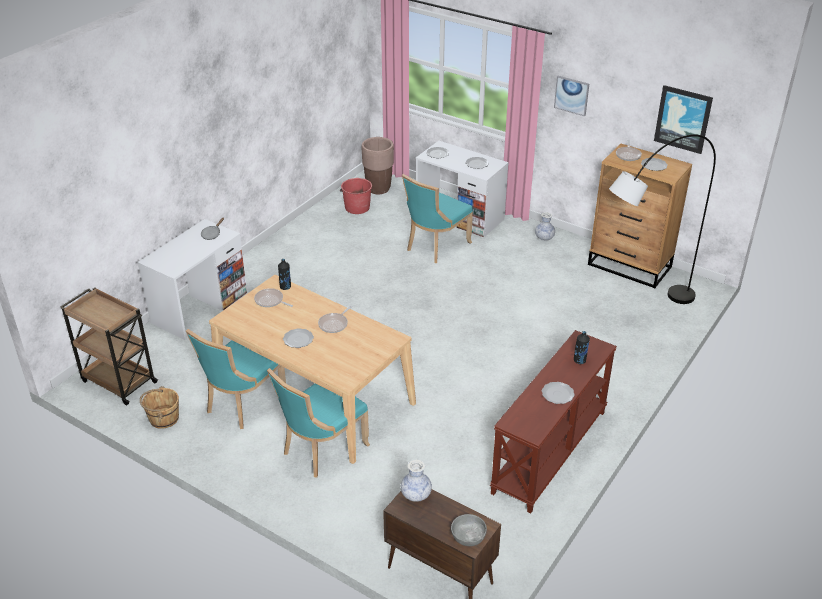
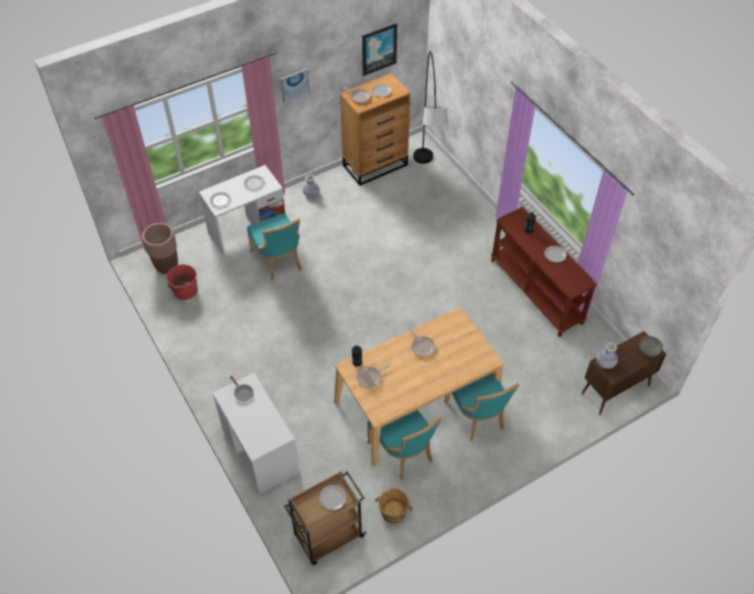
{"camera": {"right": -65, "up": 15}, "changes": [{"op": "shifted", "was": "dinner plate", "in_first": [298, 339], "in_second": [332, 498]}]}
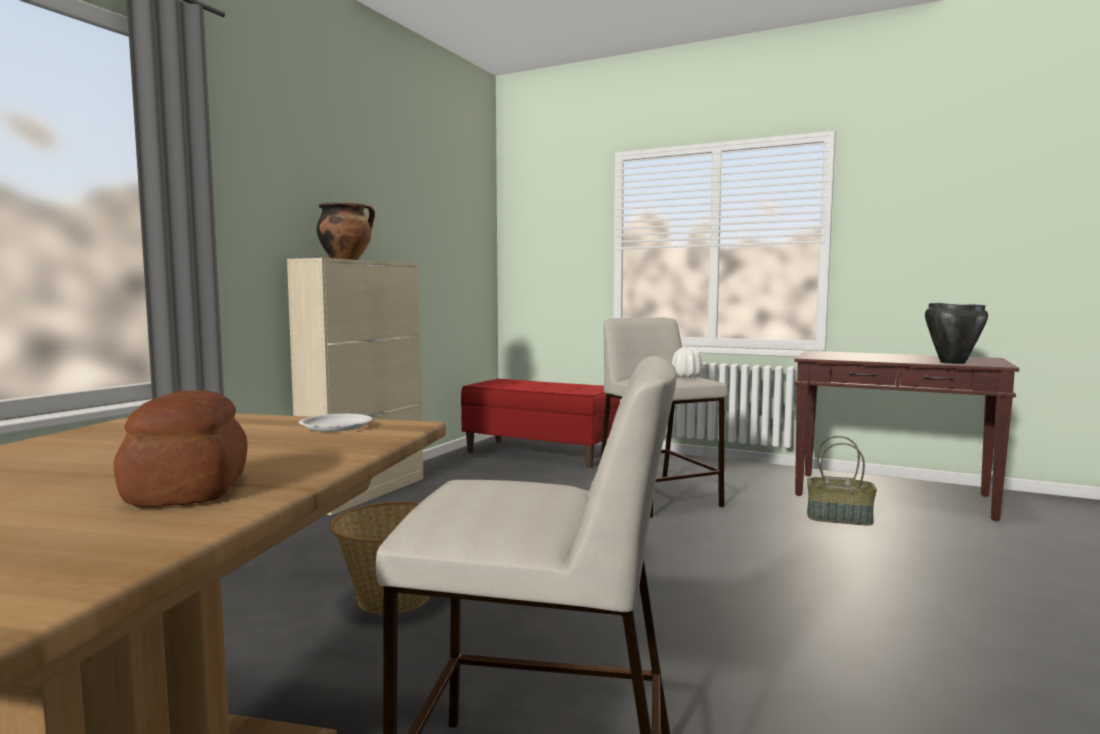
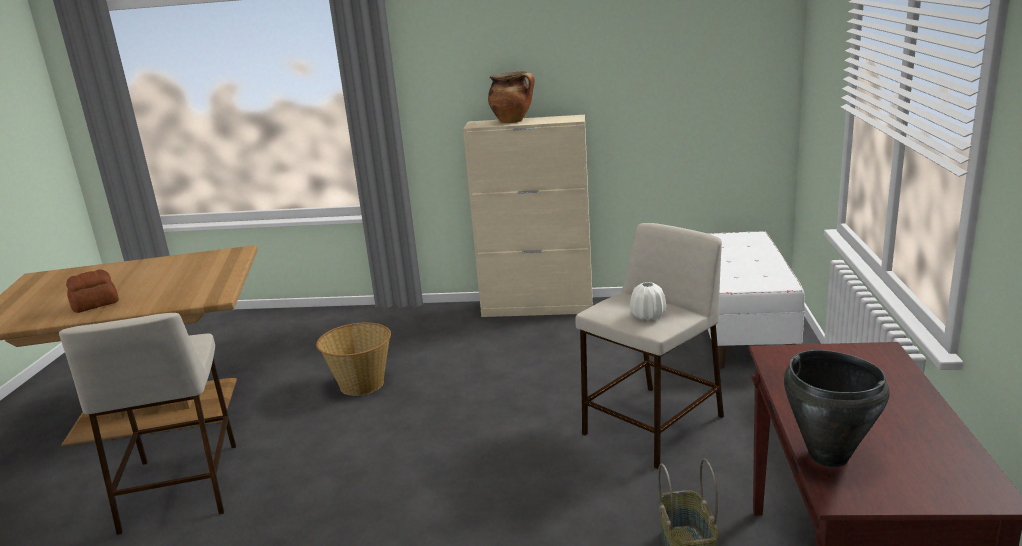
{"camera": {"right": 70, "up": 15}, "changes": [{"op": "repainted", "was": "indoor bench (reddish)", "now": "indoor bench (white)", "in_first": [540, 453], "in_second": [741, 330]}, {"op": "gone", "was": "dinner plate (white)", "in_first": [336, 426]}]}
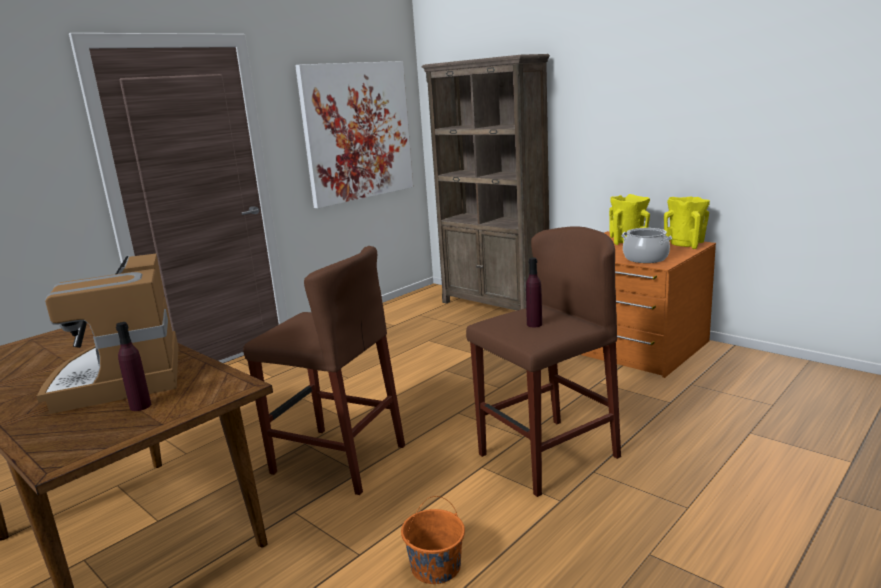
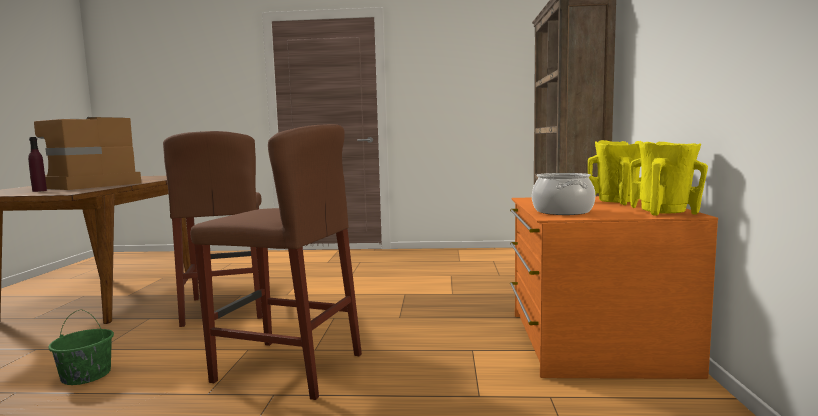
{"camera": {"right": 50, "up": -10}, "changes": [{"op": "gone", "was": "wall art", "in_first": [357, 132]}, {"op": "gone", "was": "beverage bottle (purple)", "in_first": [534, 324]}, {"op": "repainted", "was": "water bucket (orange)", "now": "water bucket (greenish)", "in_first": [435, 567], "in_second": [86, 375]}]}
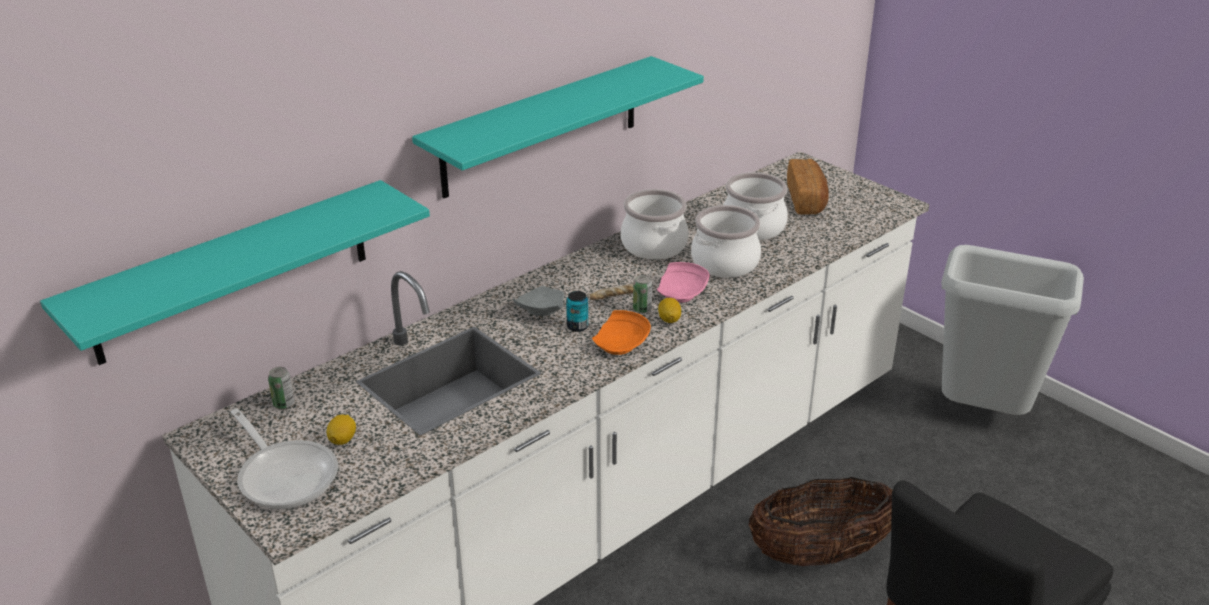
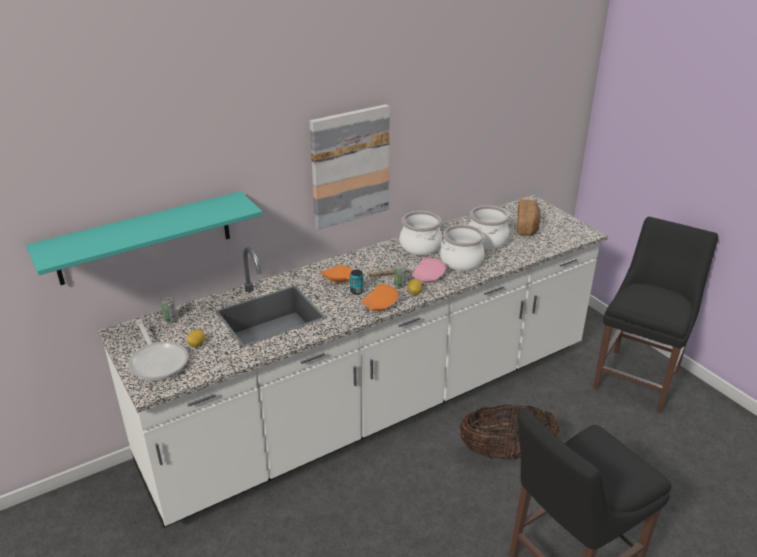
{"camera": {"right": 10, "up": 0}, "changes": [{"op": "swapped", "was": "wall shelf (turquoise-coloured)", "now": "wall art", "in_first": [541, 126], "in_second": [349, 166]}, {"op": "swapped", "was": "rubbish bin (gray)", "now": "plain chair (blackish)", "in_first": [983, 415], "in_second": [638, 377]}, {"op": "repainted", "was": "dinner plate (gray)", "now": "dinner plate (orange)", "in_first": [540, 310], "in_second": [337, 279]}]}
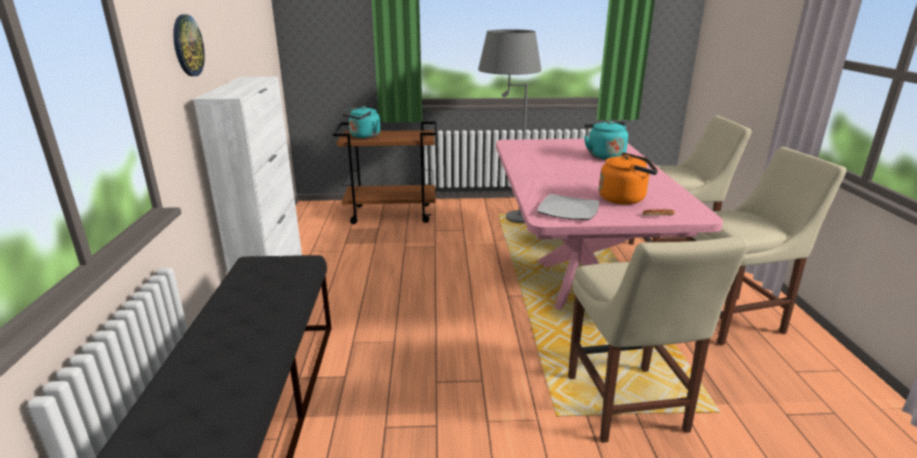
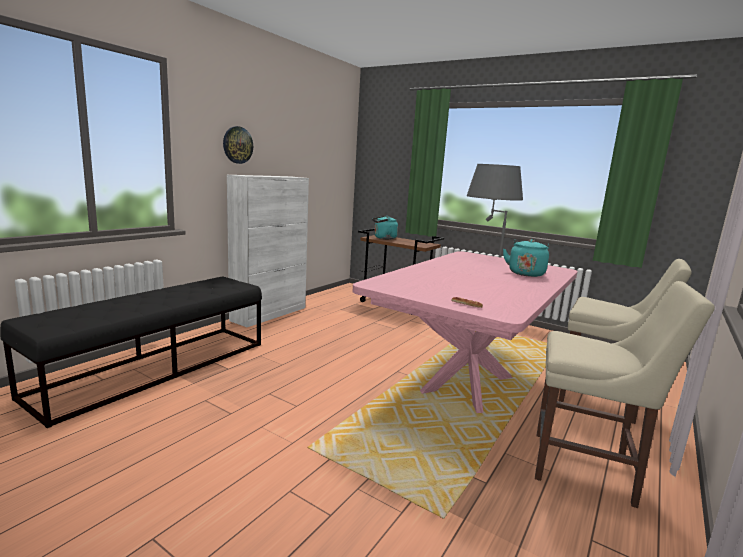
{"camera": {"right": 35, "up": -10}, "changes": [{"op": "gone", "was": "water kettle (orange)", "in_first": [624, 199]}, {"op": "gone", "was": "dinner plate", "in_first": [568, 210]}, {"op": "gone", "was": "plain chair (sand-coloured)", "in_first": [627, 407]}]}
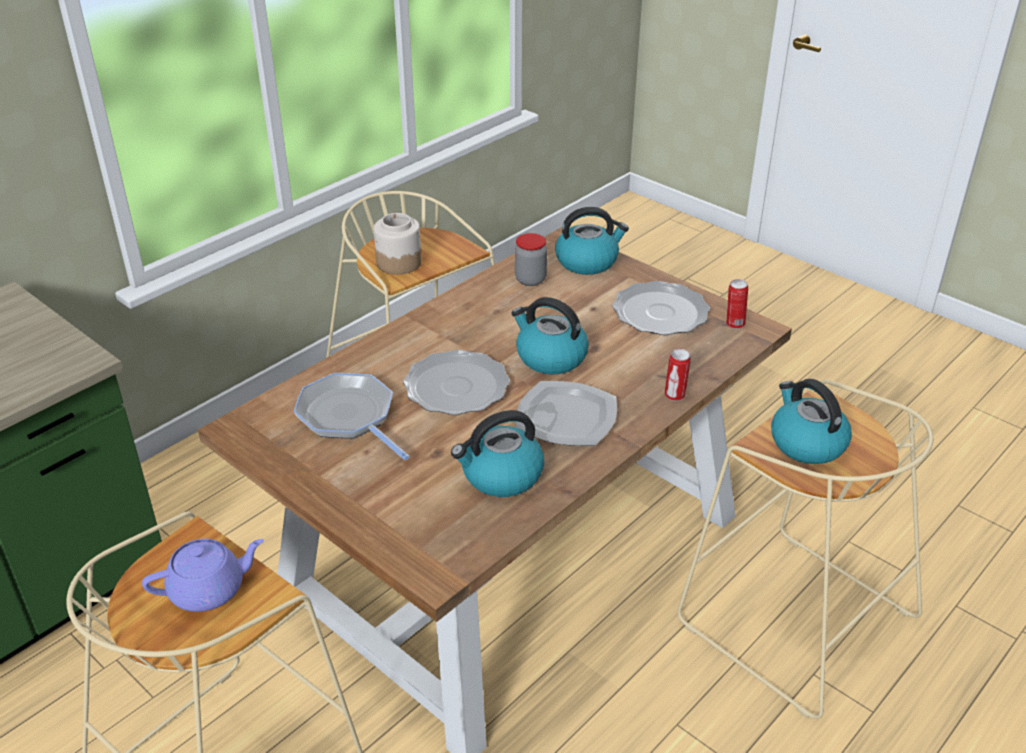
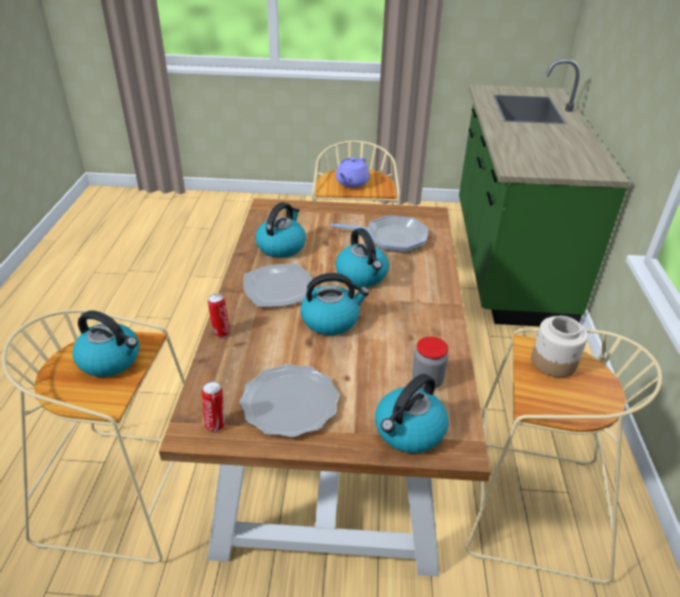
{"camera": {"right": 140, "up": 0}, "changes": [{"op": "swapped", "was": "dinner plate", "now": "water kettle", "in_first": [456, 387], "in_second": [362, 275]}]}
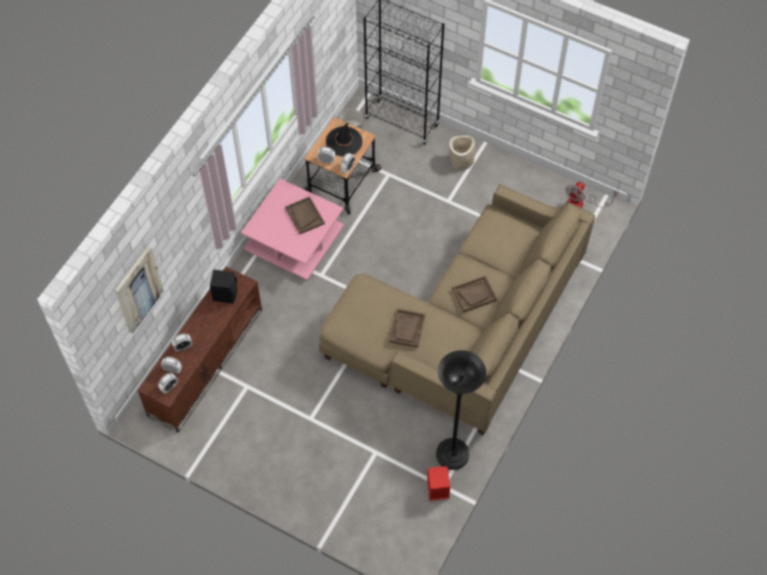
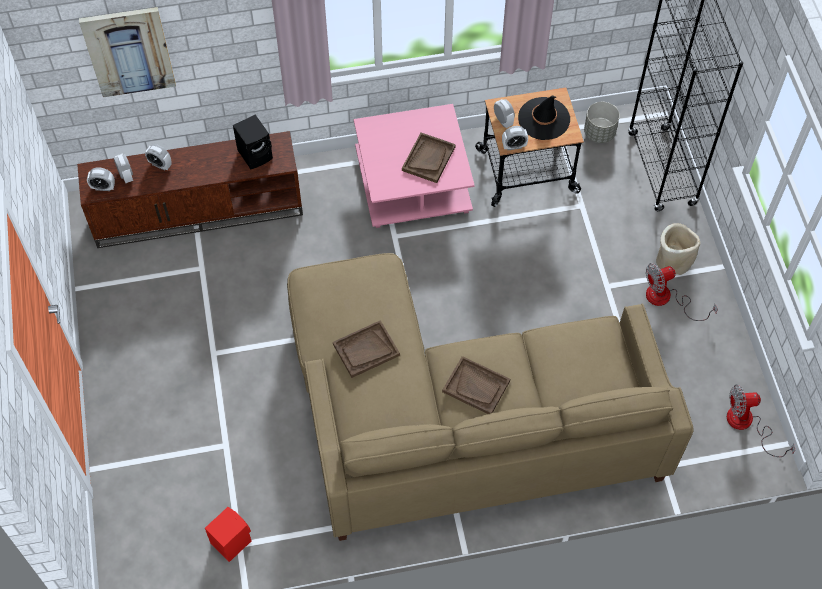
{"camera": {"right": 50, "up": 0}, "changes": [{"op": "gone", "was": "floor lamp (blackish)", "in_first": [452, 455]}, {"op": "new", "now": "fan", "in_second": [666, 299]}]}
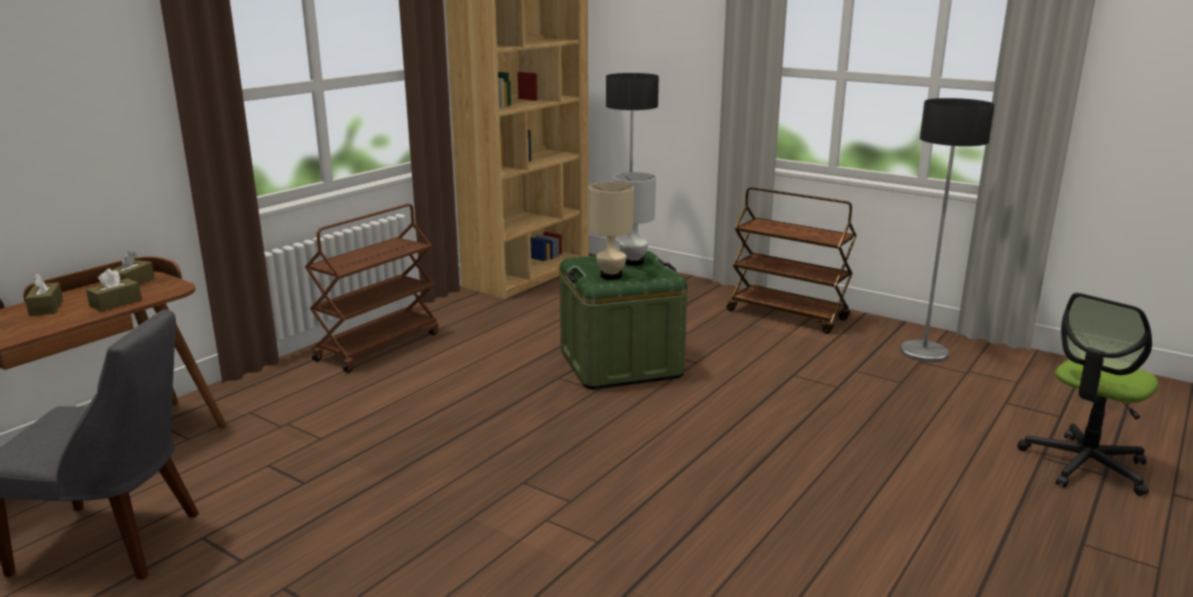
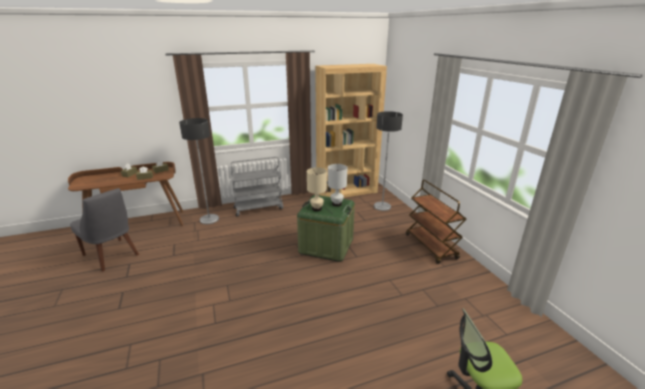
{"camera": {"right": 35, "up": 5}, "changes": [{"op": "shifted", "was": "floor lamp", "in_first": [924, 352], "in_second": [209, 219]}, {"op": "repainted", "was": "trolley (brown-coloured)", "now": "trolley (gray)", "in_first": [378, 346], "in_second": [259, 208]}]}
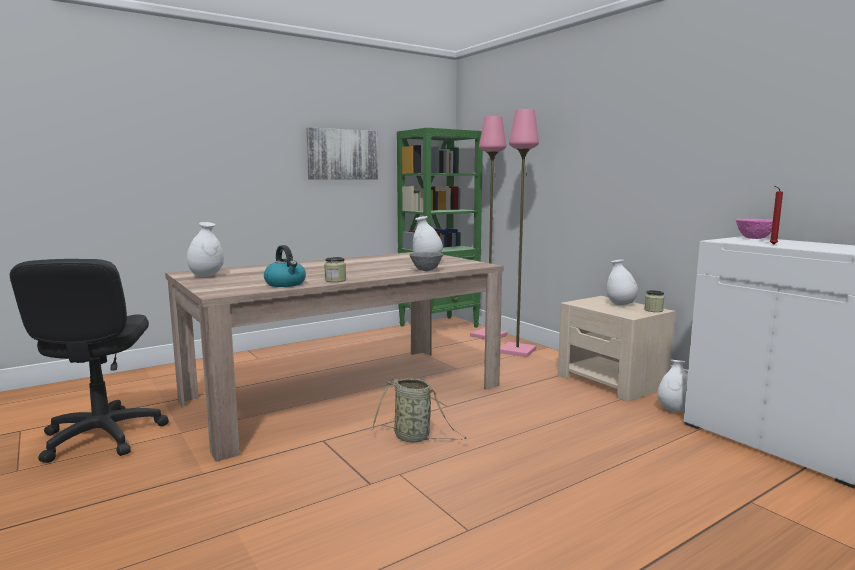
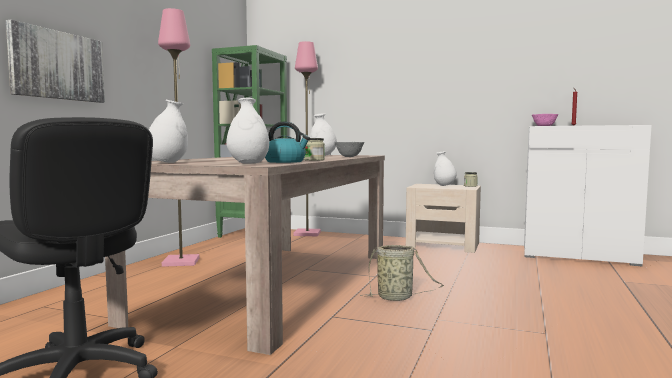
{"camera": {"right": -35, "up": -5}, "changes": [{"op": "shifted", "was": "floor lamp (pink-coloured)", "in_first": [518, 351], "in_second": [182, 262]}, {"op": "shifted", "was": "wall art", "in_first": [342, 154], "in_second": [57, 65]}, {"op": "shifted", "was": "vase (white)", "in_first": [674, 410], "in_second": [248, 163]}]}
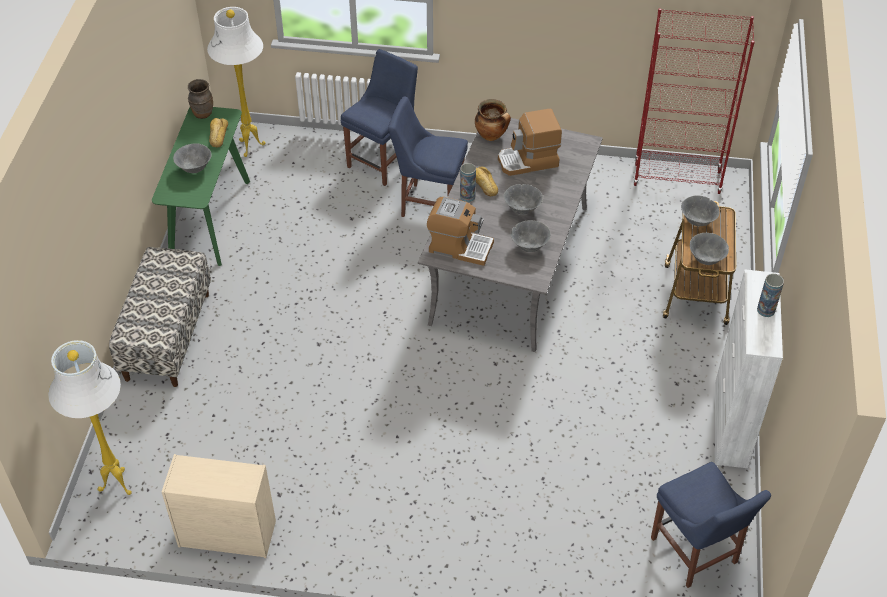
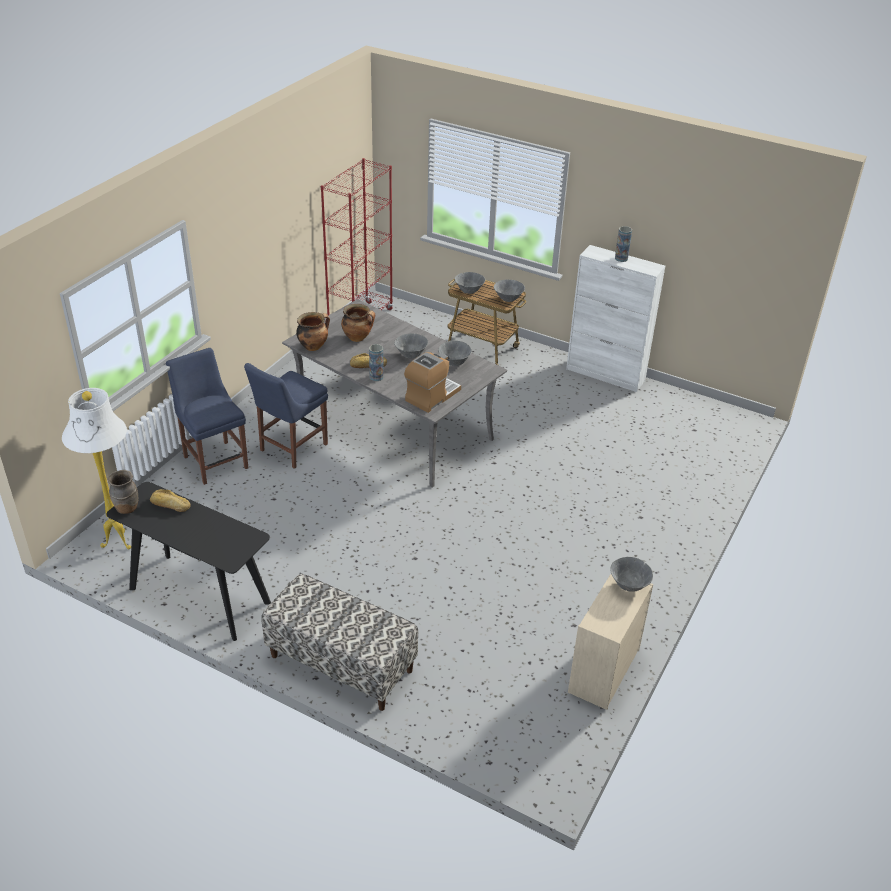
{"camera": {"right": -70, "up": -10}, "changes": [{"op": "repainted", "was": "narrow table (greenish)", "now": "narrow table (blackish)", "in_first": [210, 219], "in_second": [199, 596]}, {"op": "swapped", "was": "coffee maker", "now": "cooking pot", "in_first": [528, 161], "in_second": [358, 338]}, {"op": "shifted", "was": "serving bowl (gray)", "in_first": [195, 168], "in_second": [628, 586]}, {"op": "gone", "was": "floor lamp (white)", "in_first": [117, 484]}, {"op": "gone", "was": "plain chair (blue)", "in_first": [696, 554]}]}
